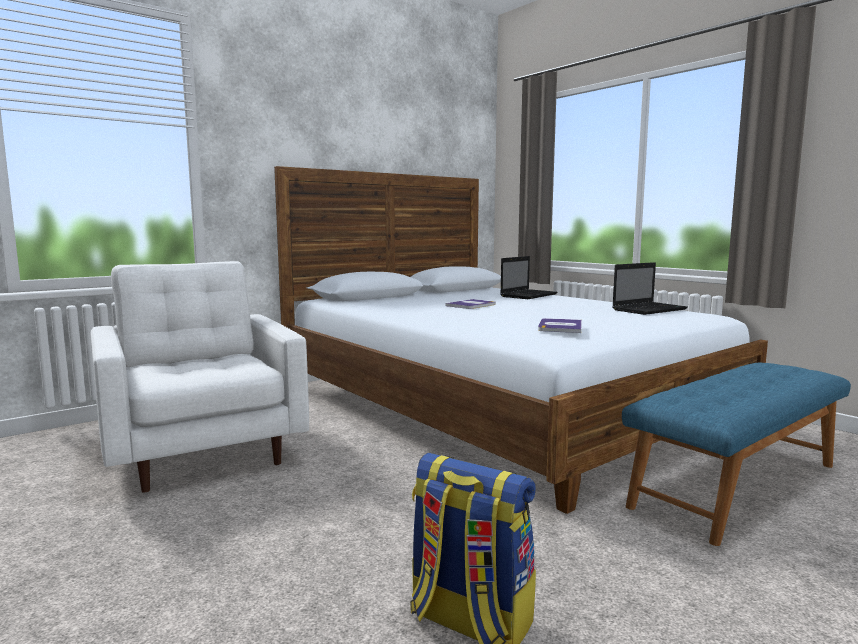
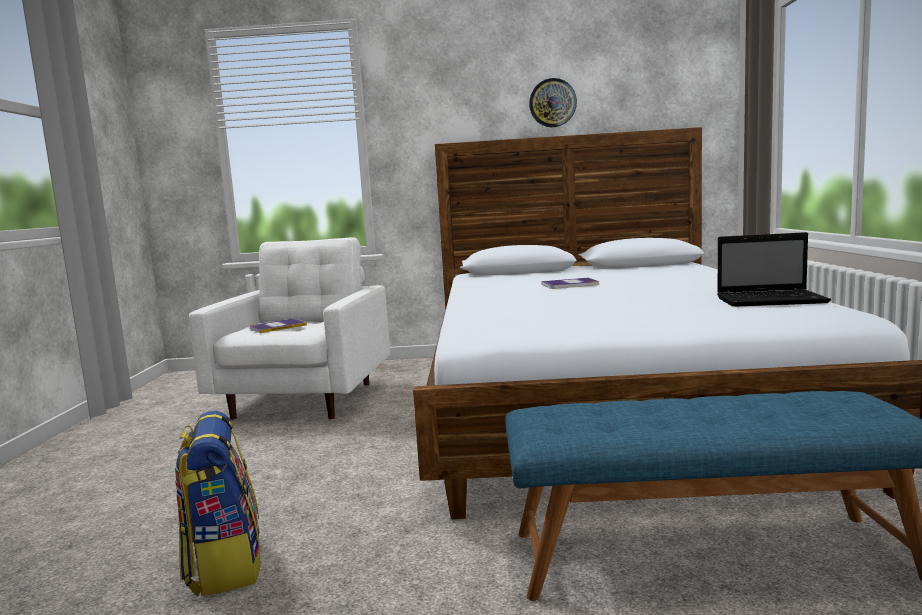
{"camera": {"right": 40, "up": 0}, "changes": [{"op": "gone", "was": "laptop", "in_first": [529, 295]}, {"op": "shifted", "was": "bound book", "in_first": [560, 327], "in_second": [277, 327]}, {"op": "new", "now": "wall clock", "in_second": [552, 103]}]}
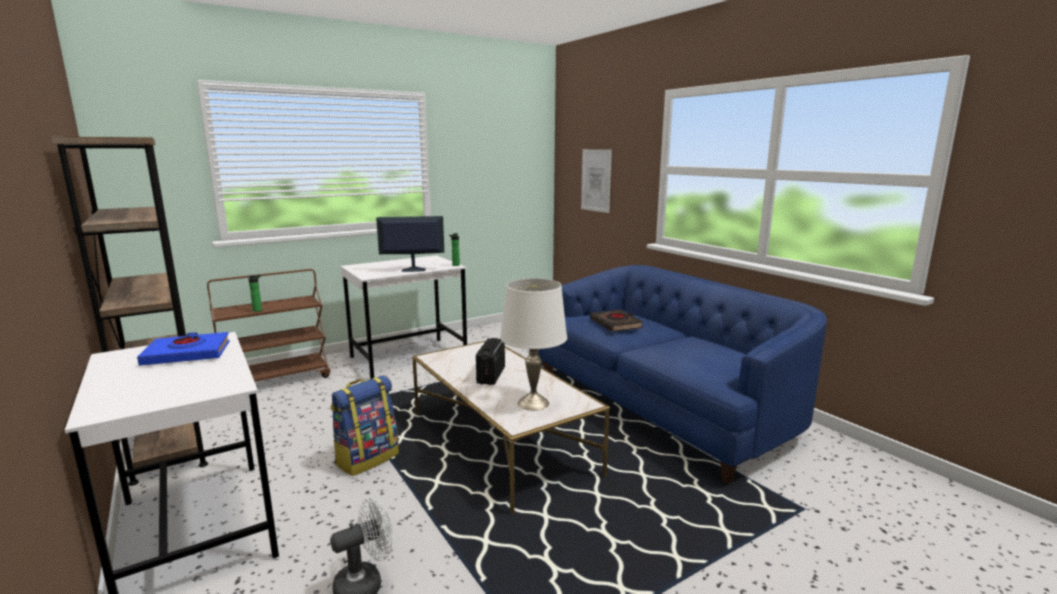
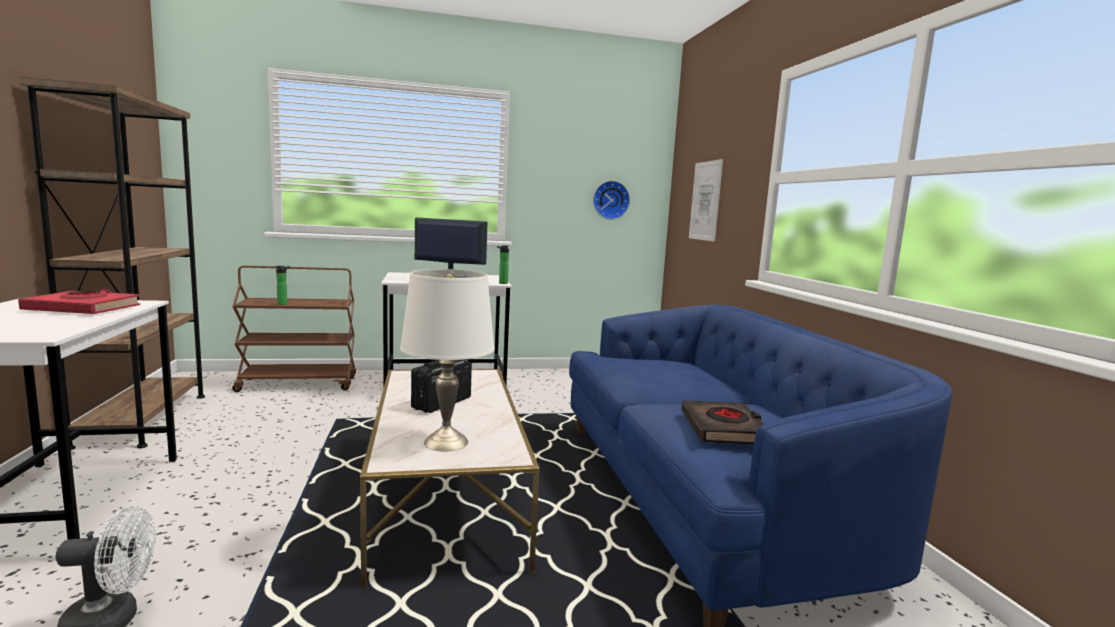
{"camera": {"right": 20, "up": -5}, "changes": [{"op": "shifted", "was": "bound book (blackish)", "in_first": [616, 324], "in_second": [724, 429]}, {"op": "repainted", "was": "bound book (blue)", "now": "bound book (reddish)", "in_first": [187, 354], "in_second": [83, 309]}, {"op": "gone", "was": "rucksack", "in_first": [367, 459]}, {"op": "new", "now": "wall clock", "in_second": [610, 200]}]}
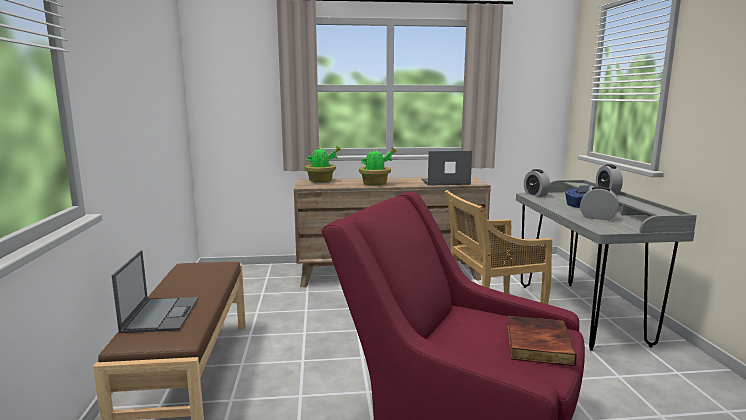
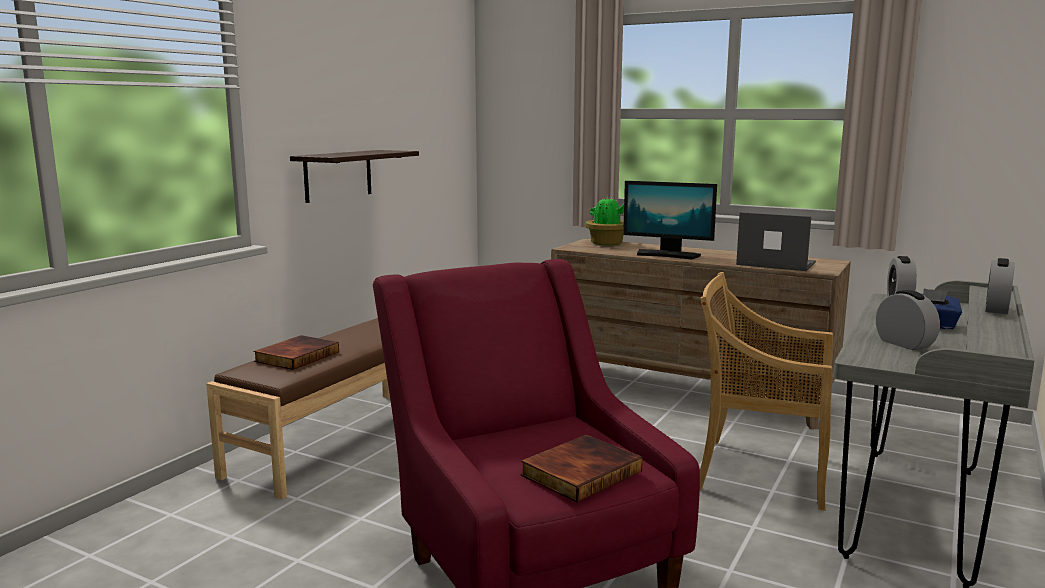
{"camera": {"right": 35, "up": 0}, "changes": [{"op": "swapped", "was": "potted plant", "now": "computer display", "in_first": [376, 184], "in_second": [667, 255]}, {"op": "swapped", "was": "laptop", "now": "bound book", "in_first": [161, 314], "in_second": [296, 356]}, {"op": "new", "now": "wall shelf", "in_second": [338, 175]}]}
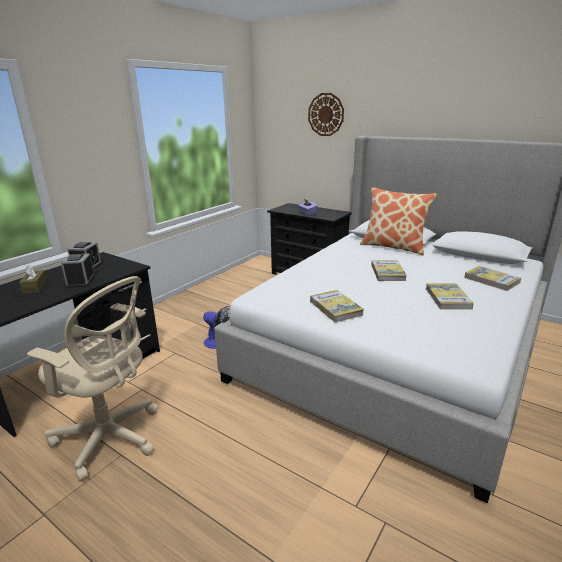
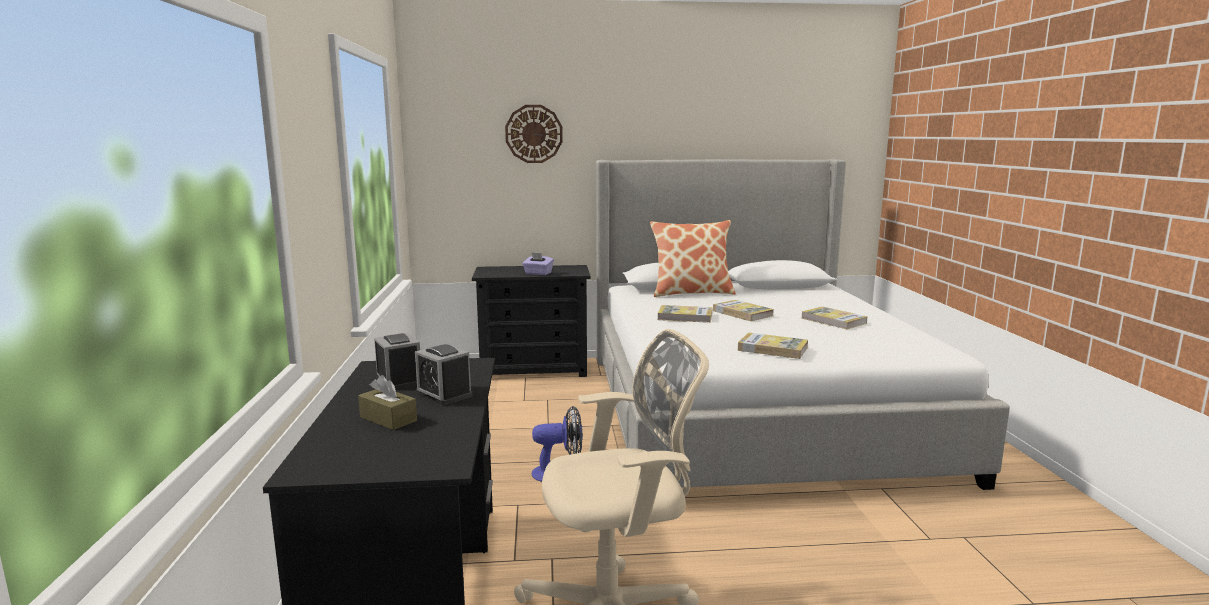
{"camera": {"right": -40, "up": -10}, "changes": [{"op": "shifted", "was": "bound book", "in_first": [491, 280], "in_second": [685, 317]}]}
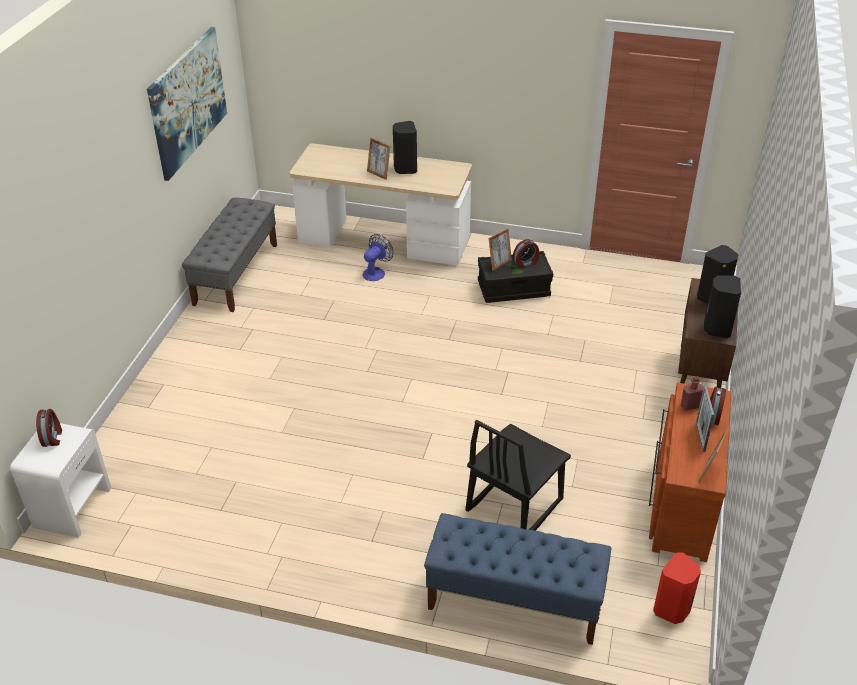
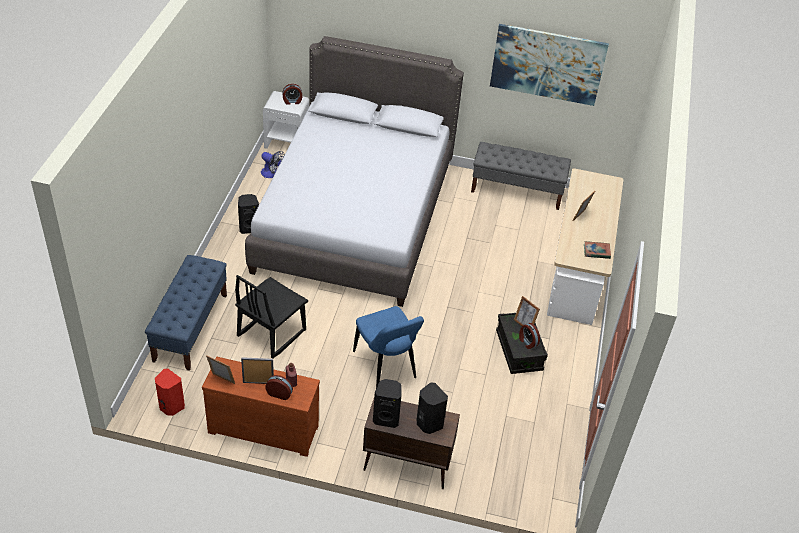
{"camera": {"right": 85, "up": 5}, "changes": [{"op": "shifted", "was": "audio speaker (blackish)", "in_first": [405, 169], "in_second": [249, 228]}, {"op": "shifted", "was": "fan", "in_first": [376, 272], "in_second": [272, 174]}, {"op": "rotated", "was": "plain chair (blackish)", "in_first": [513, 505], "in_second": [271, 333], "clockwise": -90}, {"op": "new", "now": "sleeping bed (gray)", "in_second": [354, 216]}, {"op": "new", "now": "bound book", "in_second": [596, 251]}, {"op": "new", "now": "plain chair (blue)", "in_second": [386, 367]}]}
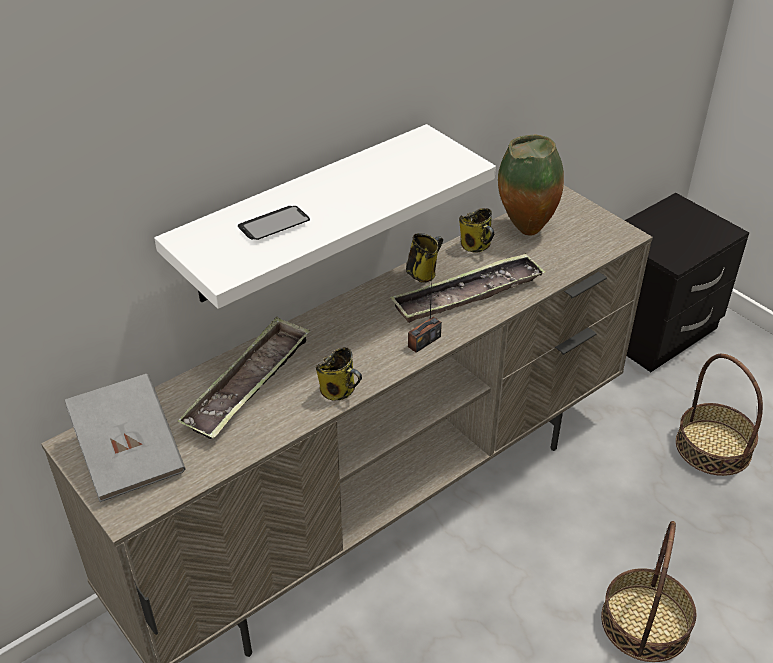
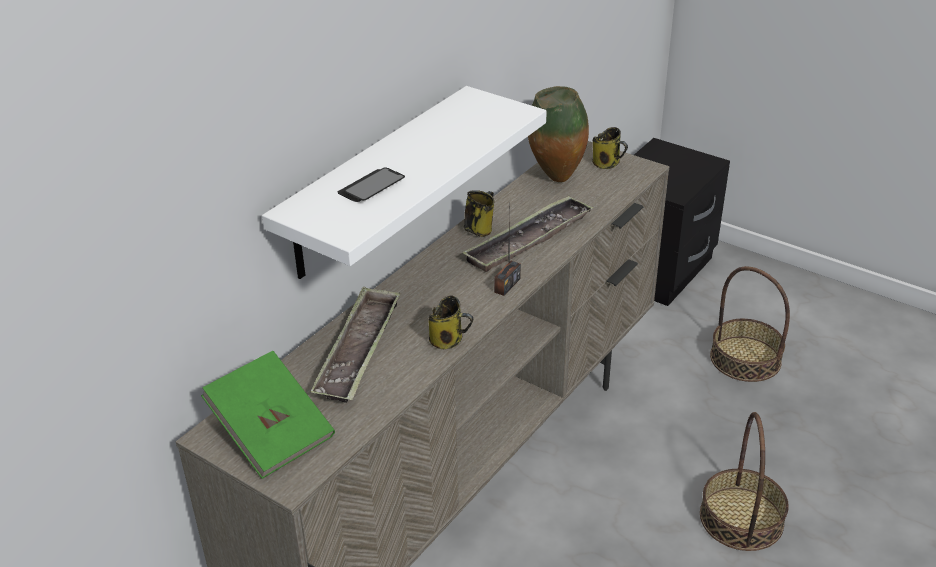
{"camera": {"right": -15, "up": -5}, "changes": [{"op": "shifted", "was": "tea mug", "in_first": [476, 246], "in_second": [607, 164]}, {"op": "repainted", "was": "bound book (gray)", "now": "bound book (greenish)", "in_first": [130, 455], "in_second": [272, 433]}]}
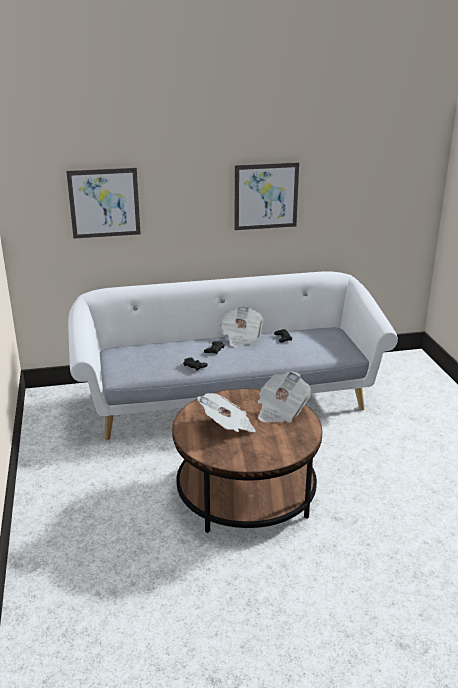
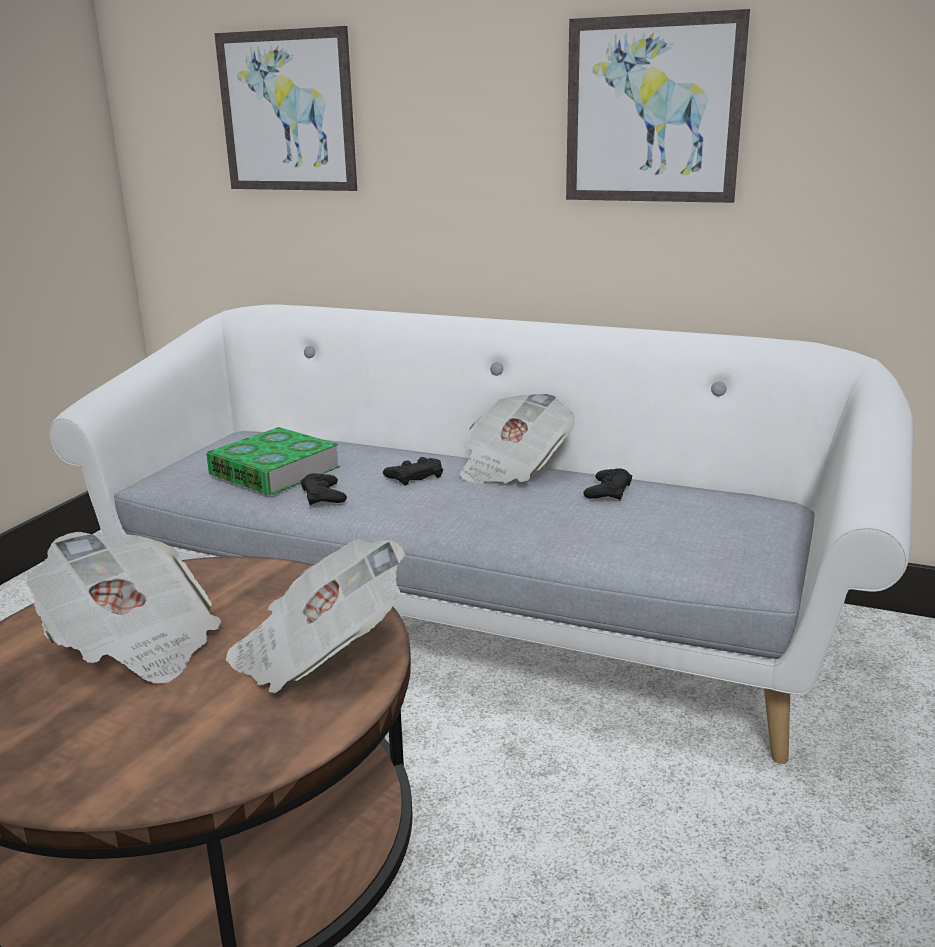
{"camera": {"right": 35, "up": -5}, "changes": [{"op": "new", "now": "bound book", "in_second": [274, 471]}]}
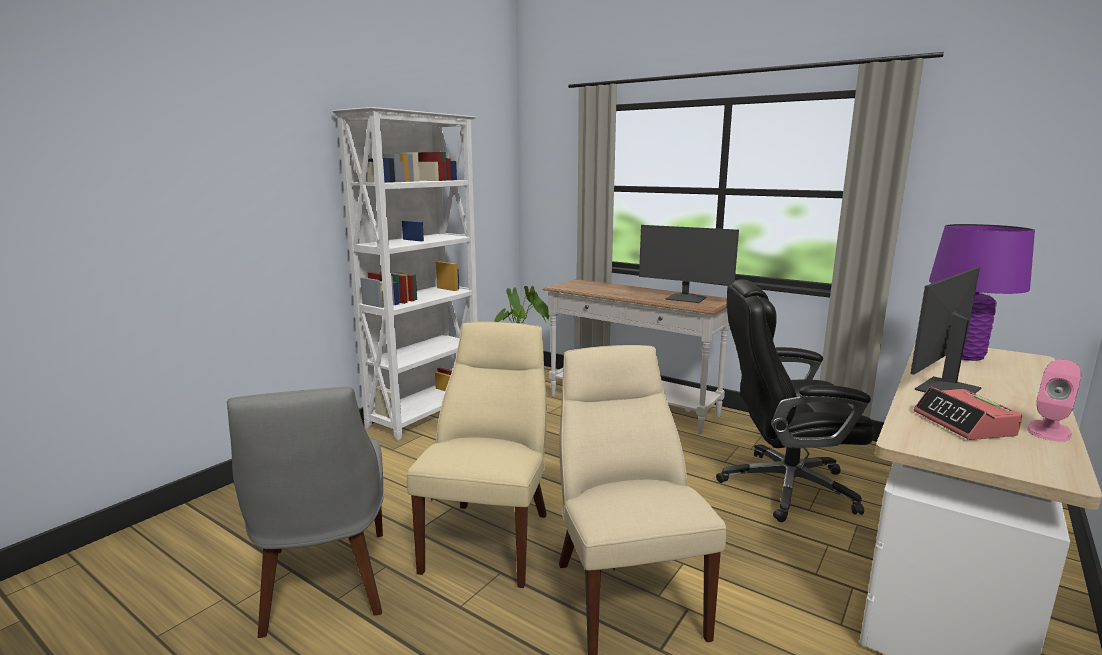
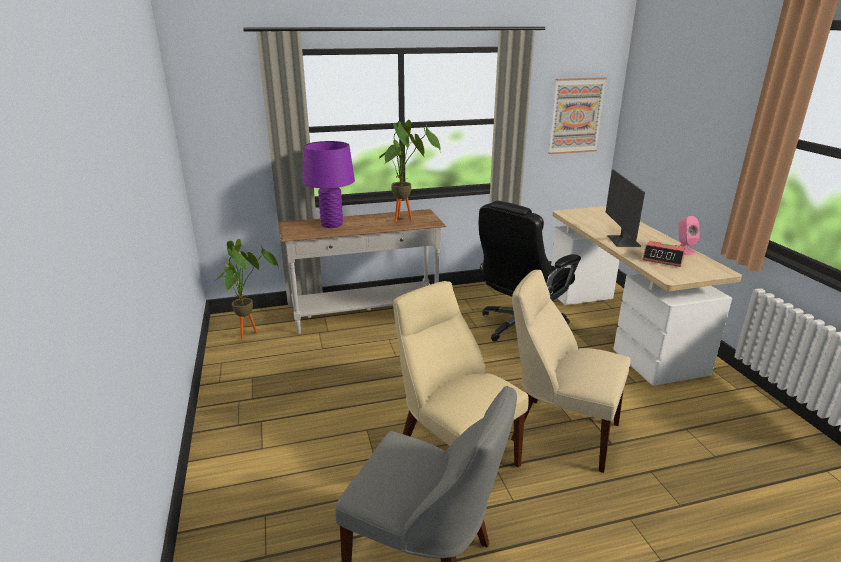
{"camera": {"right": -50, "up": 10}, "changes": [{"op": "gone", "was": "bookcase (white)", "in_first": [427, 414]}, {"op": "shifted", "was": "table lamp (purple)", "in_first": [964, 355], "in_second": [332, 225]}, {"op": "swapped", "was": "computer display", "now": "potted plant", "in_first": [685, 299], "in_second": [405, 218]}, {"op": "new", "now": "wall art", "in_second": [576, 116]}]}
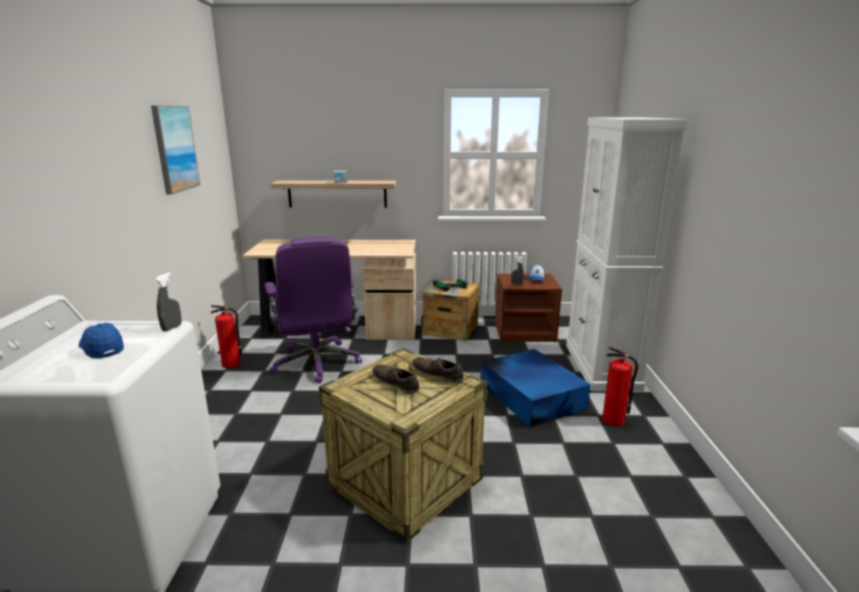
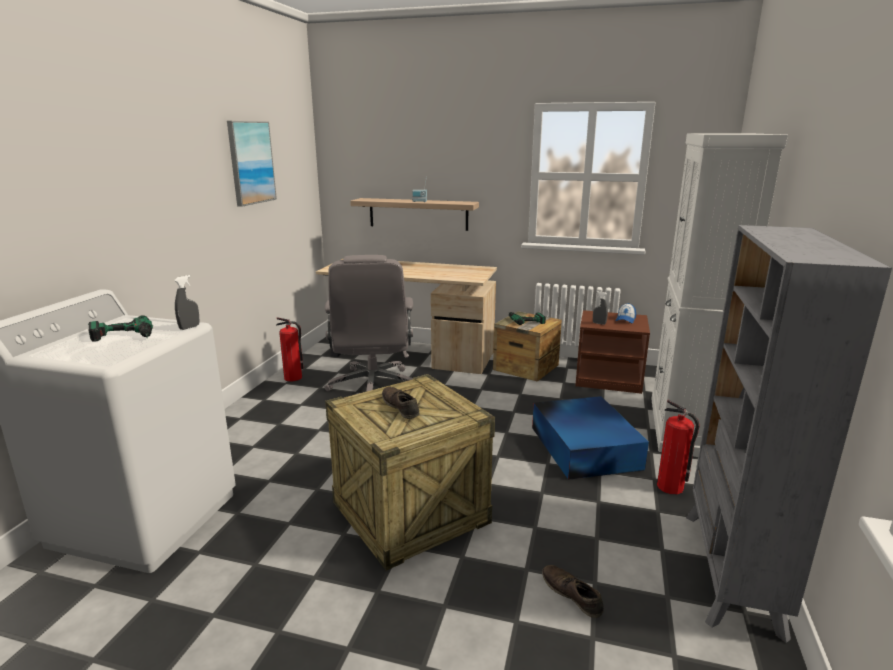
{"camera": {"right": 15, "up": 0}, "changes": [{"op": "repainted", "was": "office chair (purple)", "now": "office chair (gray)", "in_first": [316, 363], "in_second": [373, 386]}, {"op": "swapped", "was": "peaked cap", "now": "electric drill", "in_first": [102, 347], "in_second": [123, 338]}, {"op": "shifted", "was": "low shoe (brown-coloured)", "in_first": [437, 374], "in_second": [571, 594]}, {"op": "new", "now": "bookcase (gray)", "in_second": [730, 571]}]}
